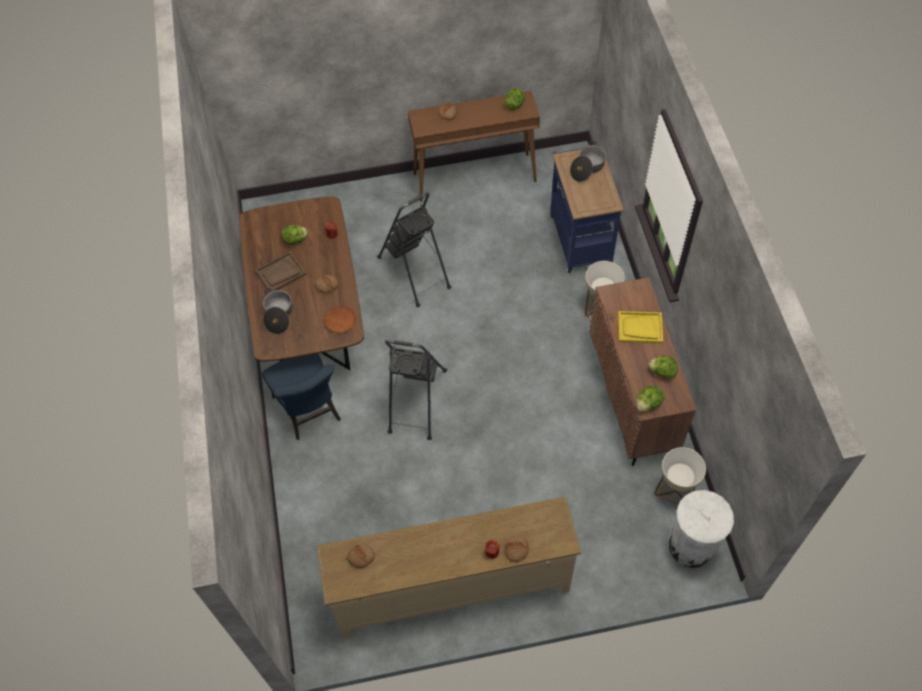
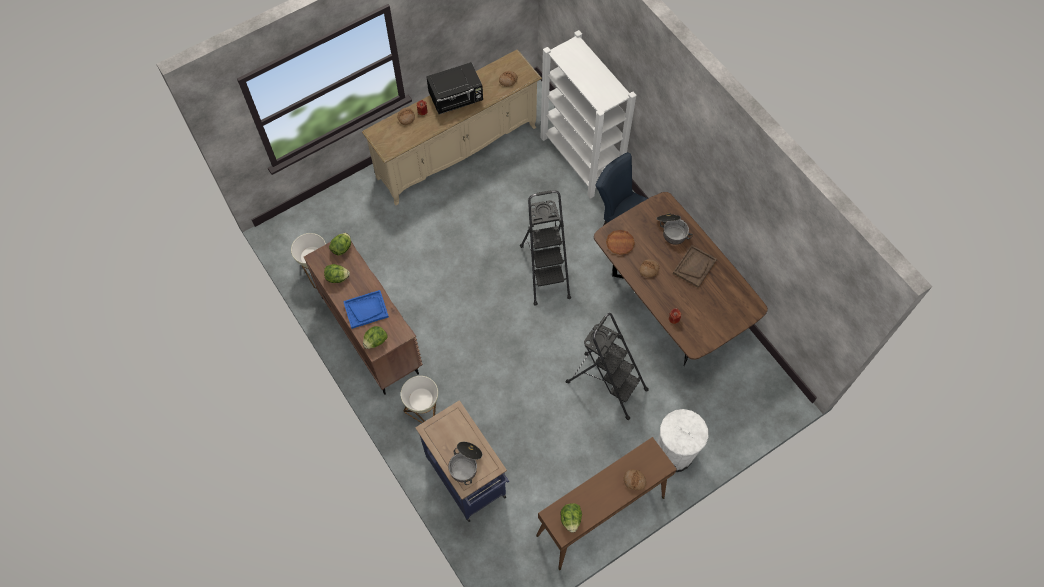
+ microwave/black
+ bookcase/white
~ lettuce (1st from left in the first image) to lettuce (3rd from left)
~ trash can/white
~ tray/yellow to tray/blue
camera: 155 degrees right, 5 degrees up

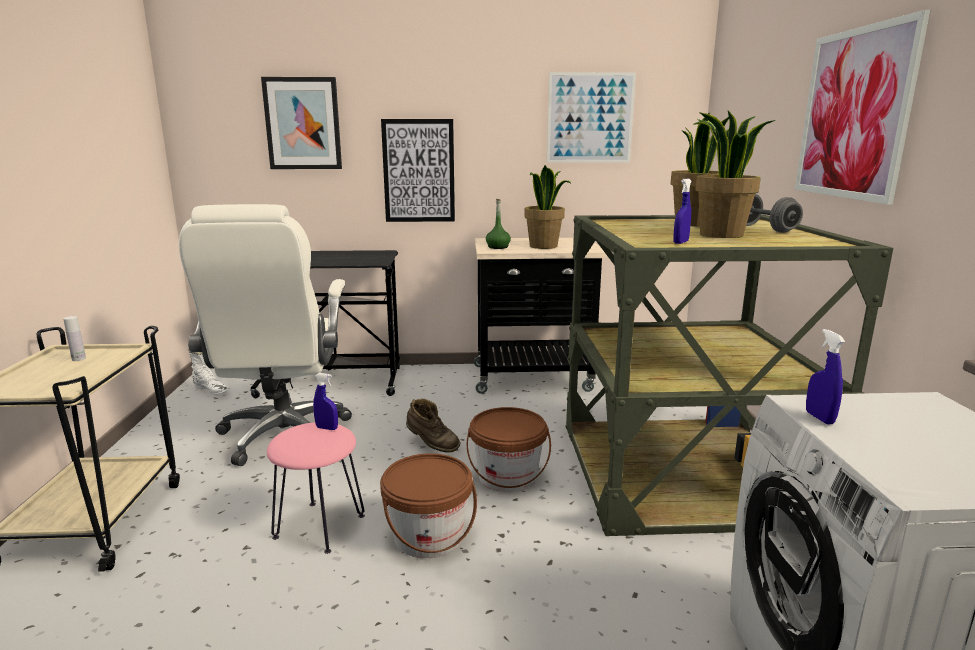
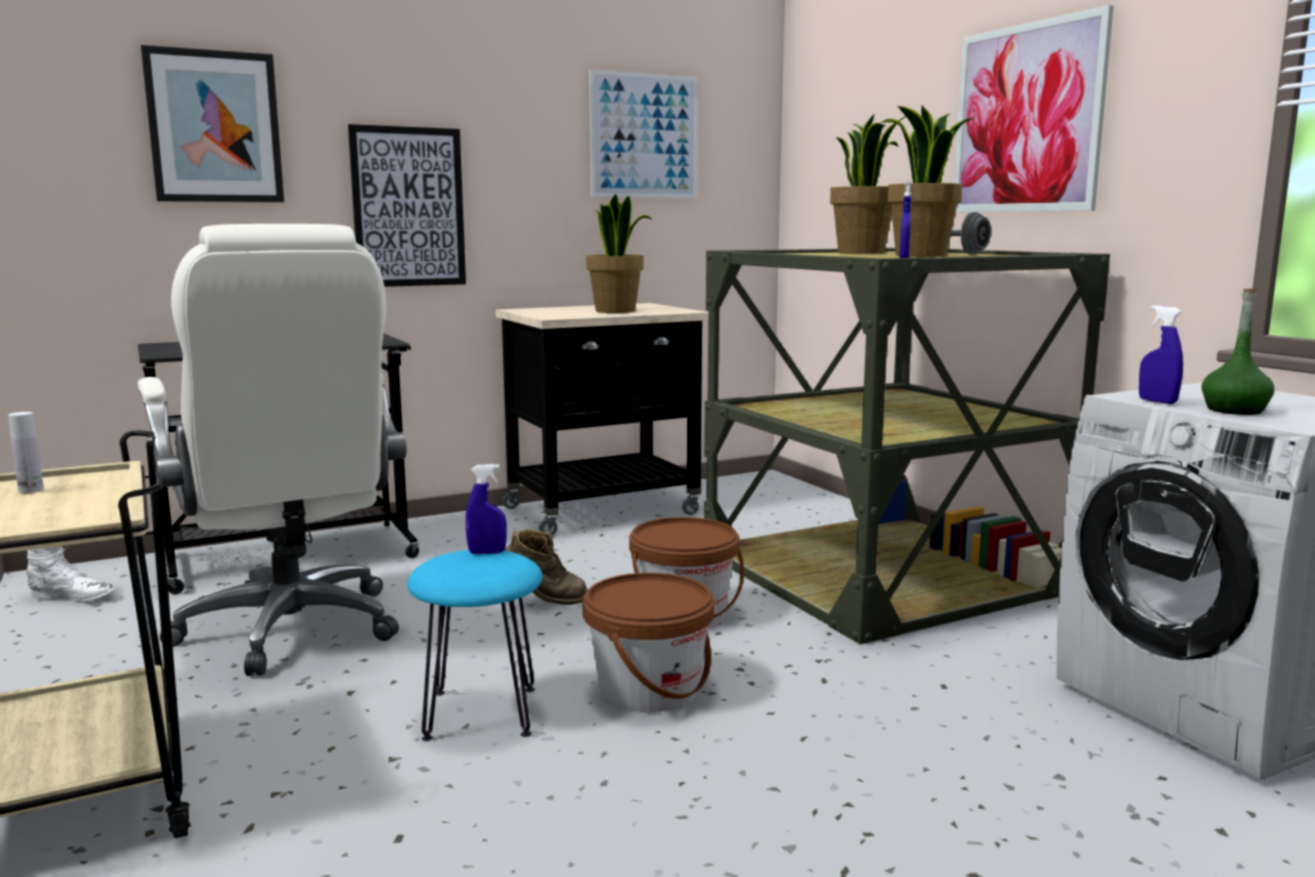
~ bottle/green
~ stool/pink to stool/turquoise
camera: 25 degrees left, 5 degrees down

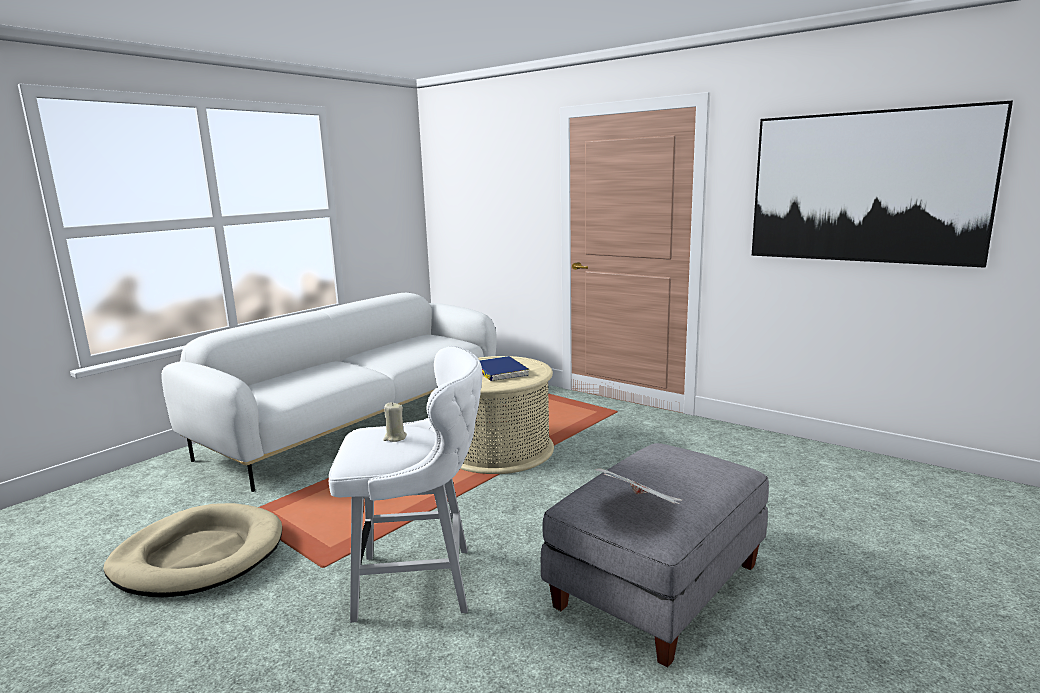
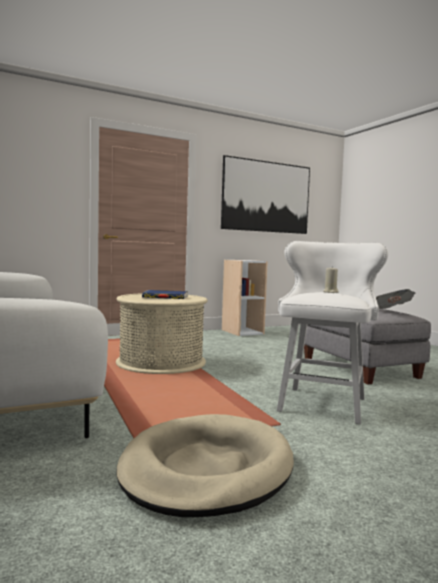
+ bookcase
camera: 65 degrees left, 10 degrees down

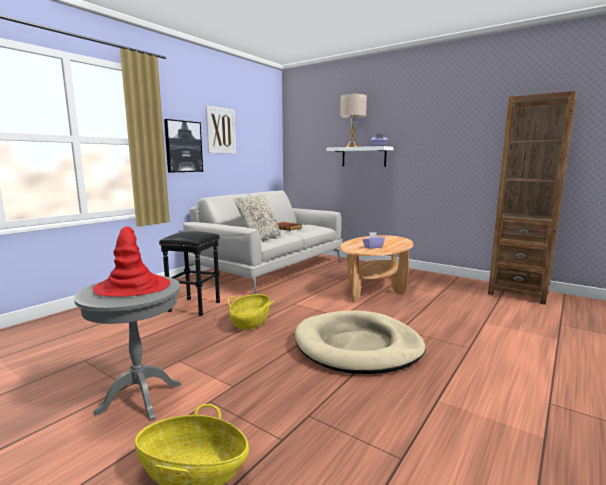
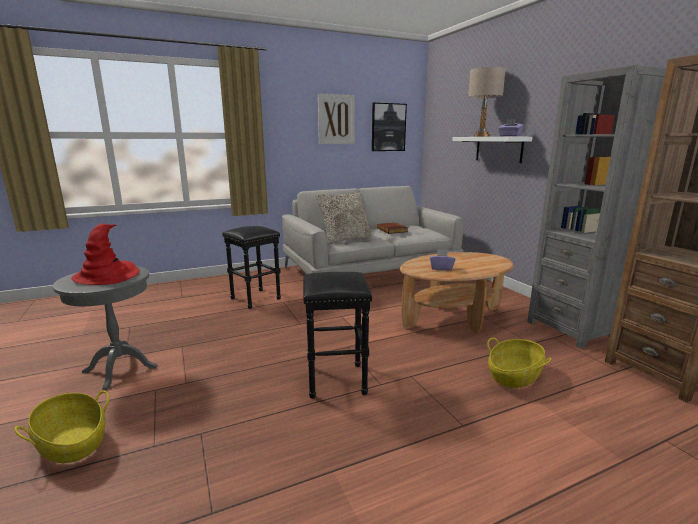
+ bookcase/grey
~ picture (1st from left in the first image) to picture (2nd from left)
~ basket (2nd from left)
~ dog bed/beige to stool/black (2nd from left)
camera: 30 degrees right, 5 degrees up

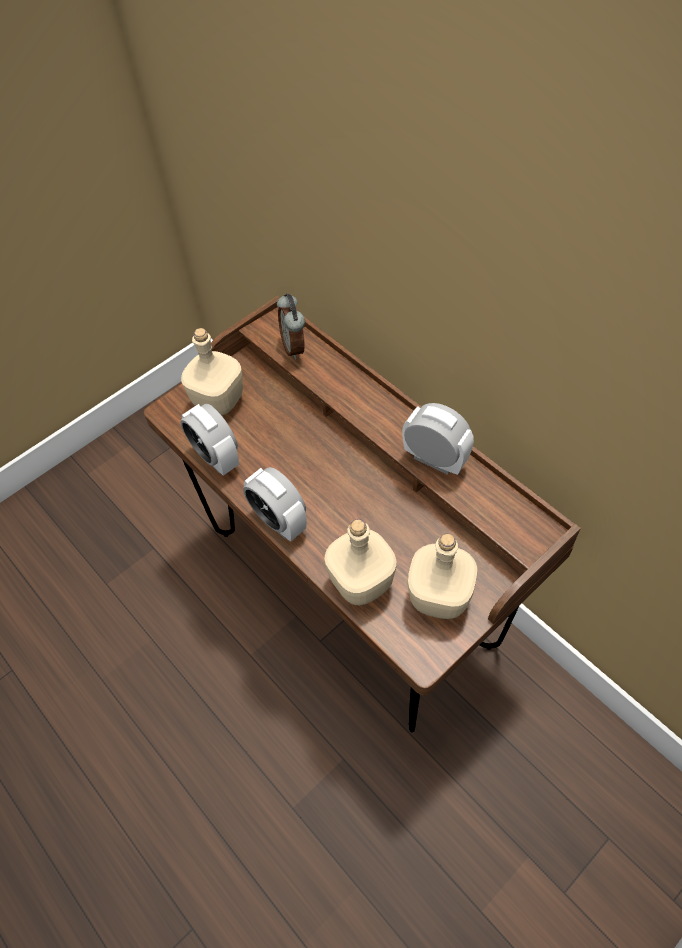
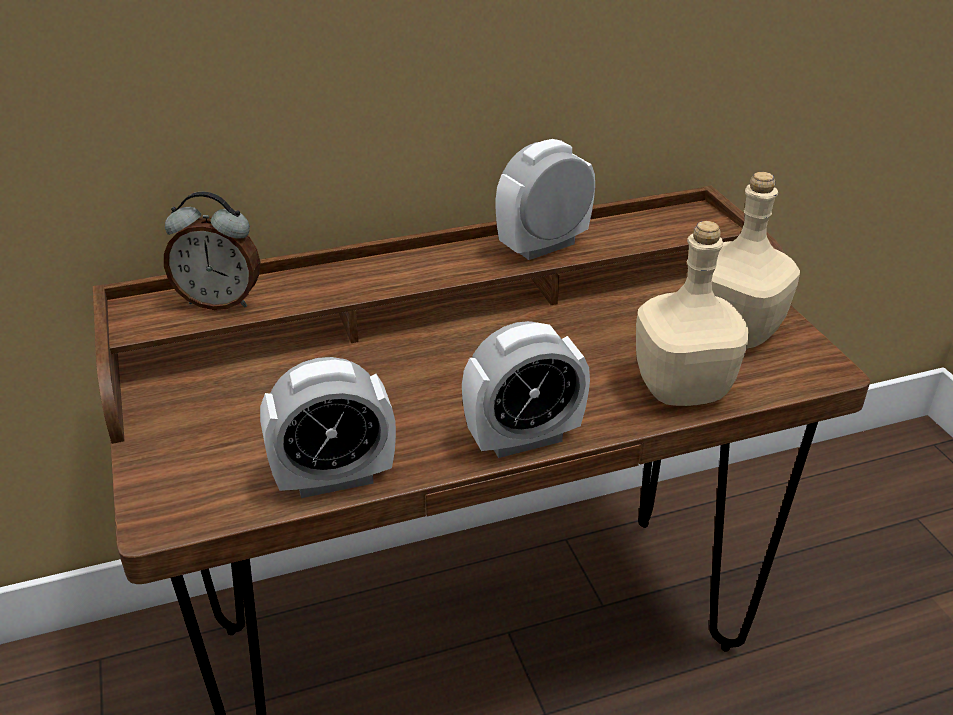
- bottle/beige (1st from left)
camera: 70 degrees left, 20 degrees down

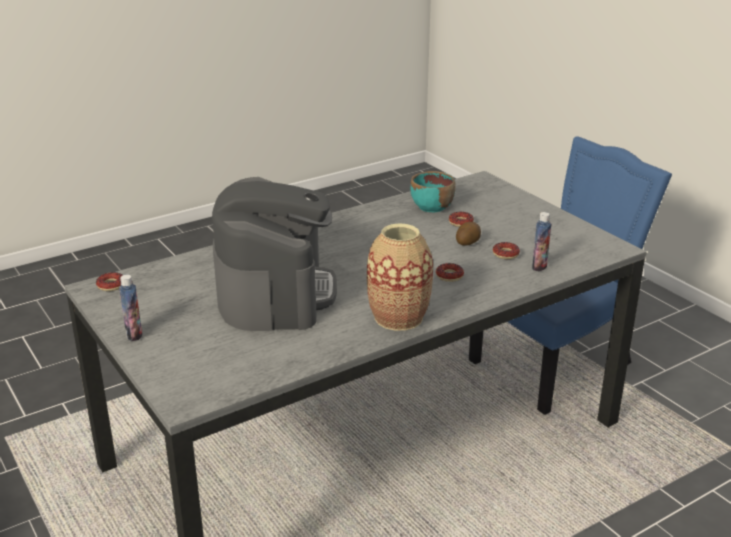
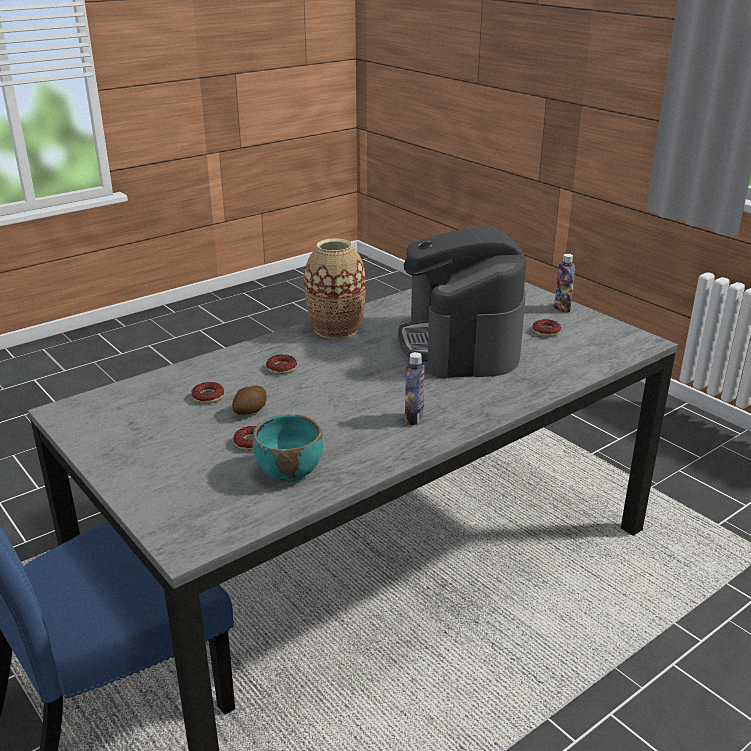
~ donut (1st from left in the first image) to donut (4th from left)
~ bottle (2nd from left in the first image) to bottle (1st from left)
camera: 175 degrees right, 0 degrees up

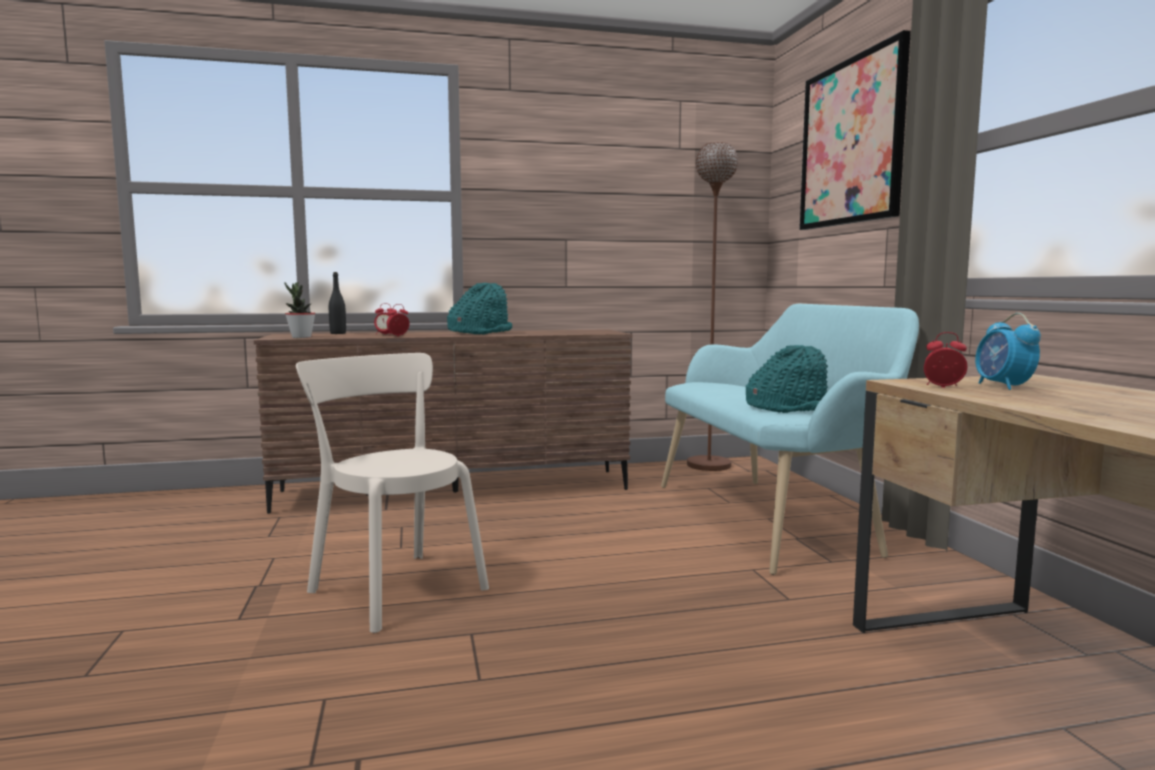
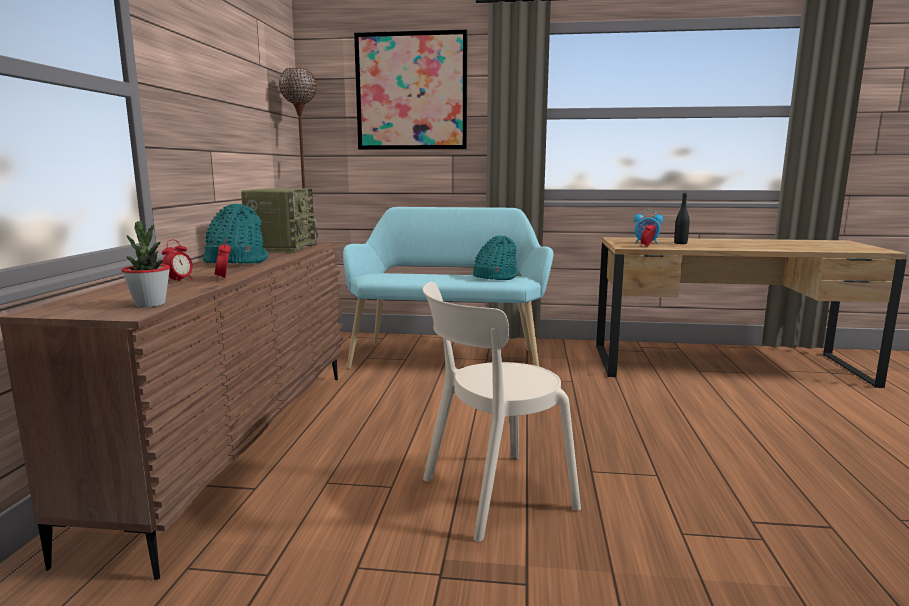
+ radio
~ bottle/black
camera: 70 degrees left, 5 degrees up

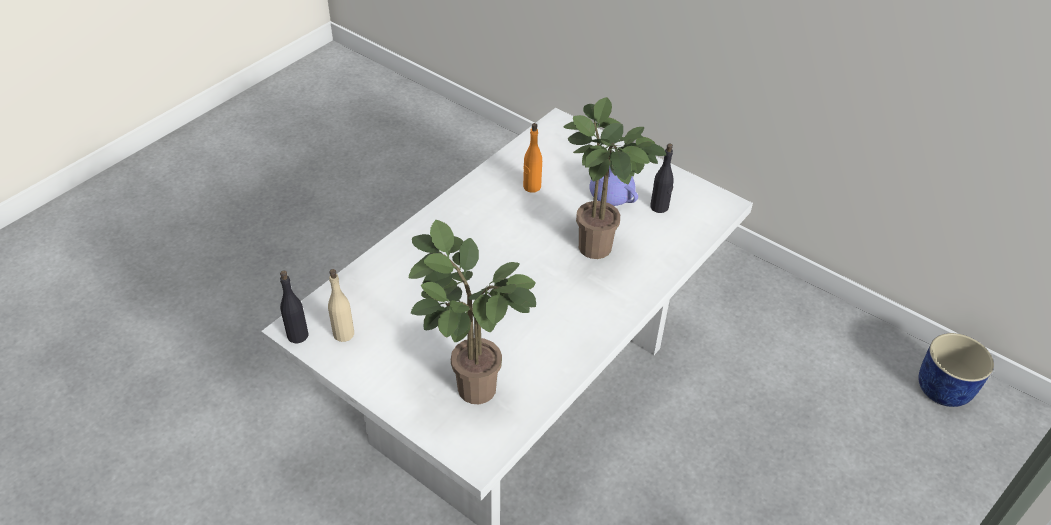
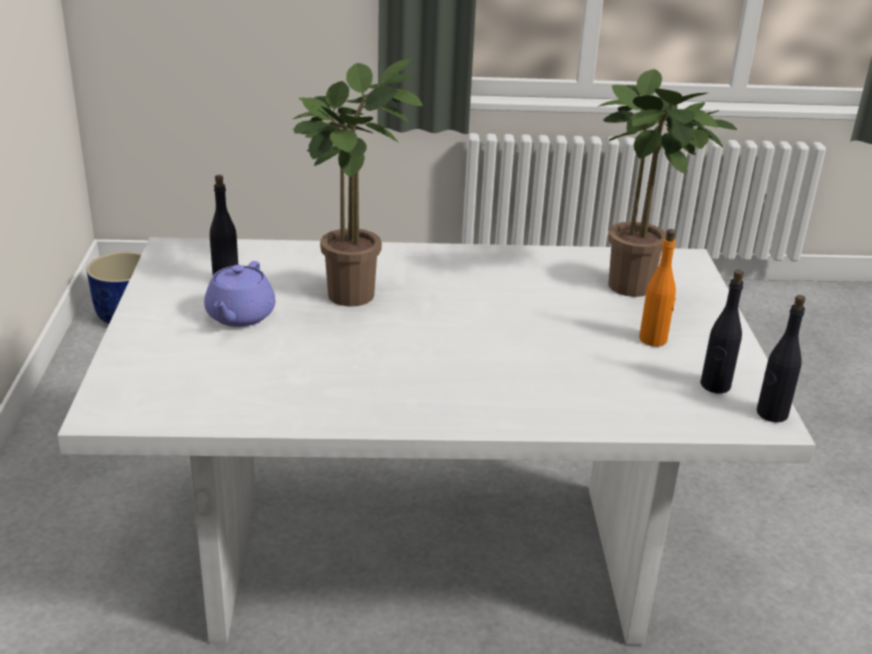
~ bottle/orange
~ bottle/beige to bottle/black (2nd from left)
camera: 130 degrees left, 15 degrees down

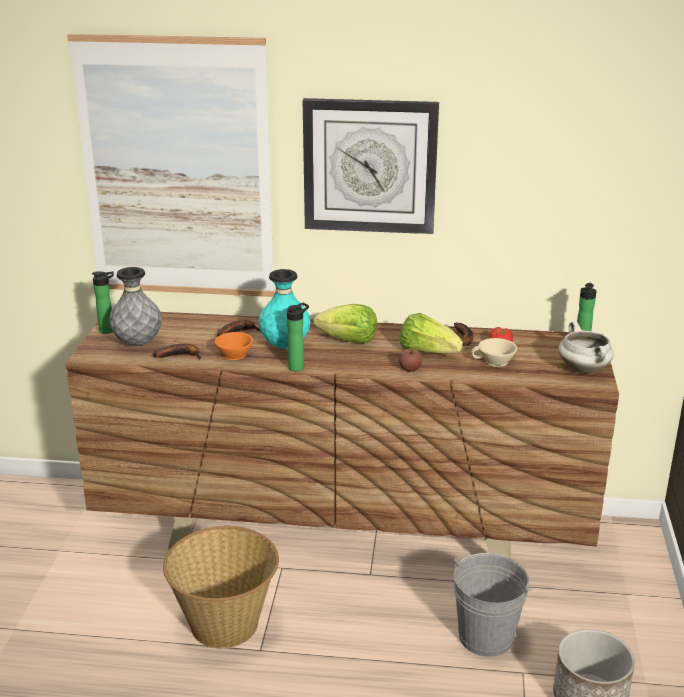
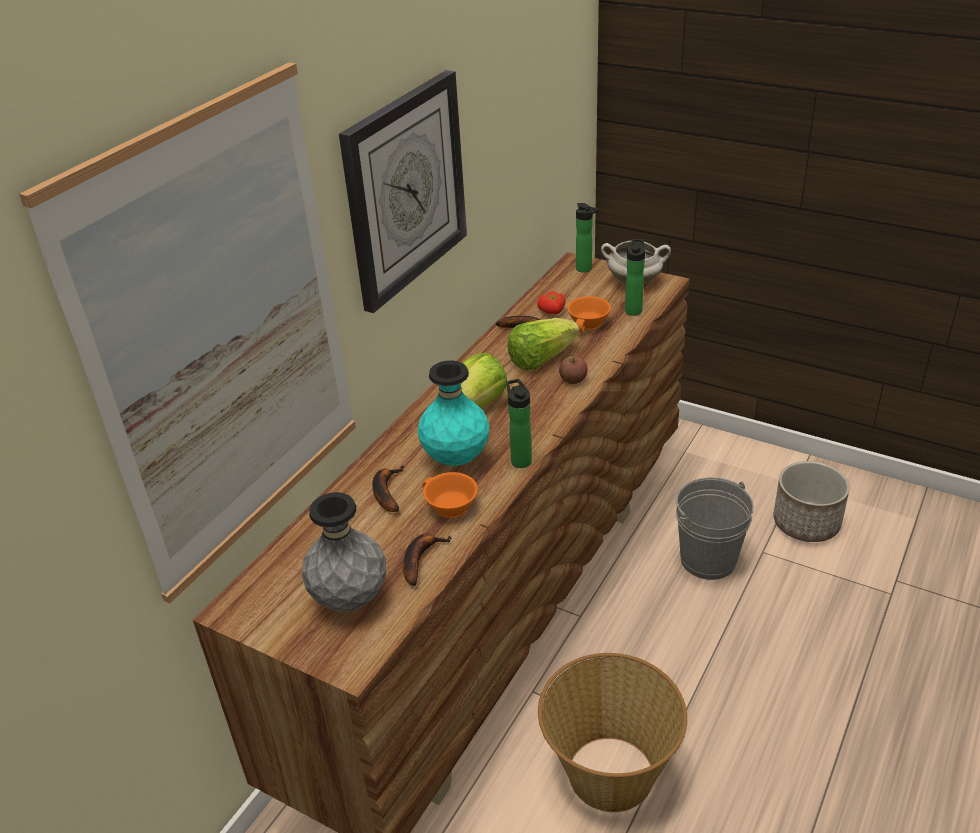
~ bottle (1st from left in the first image) to bottle (3rd from left)
~ cup/beige to cup/orange (2nd from left)
camera: 65 degrees left, 10 degrees up

